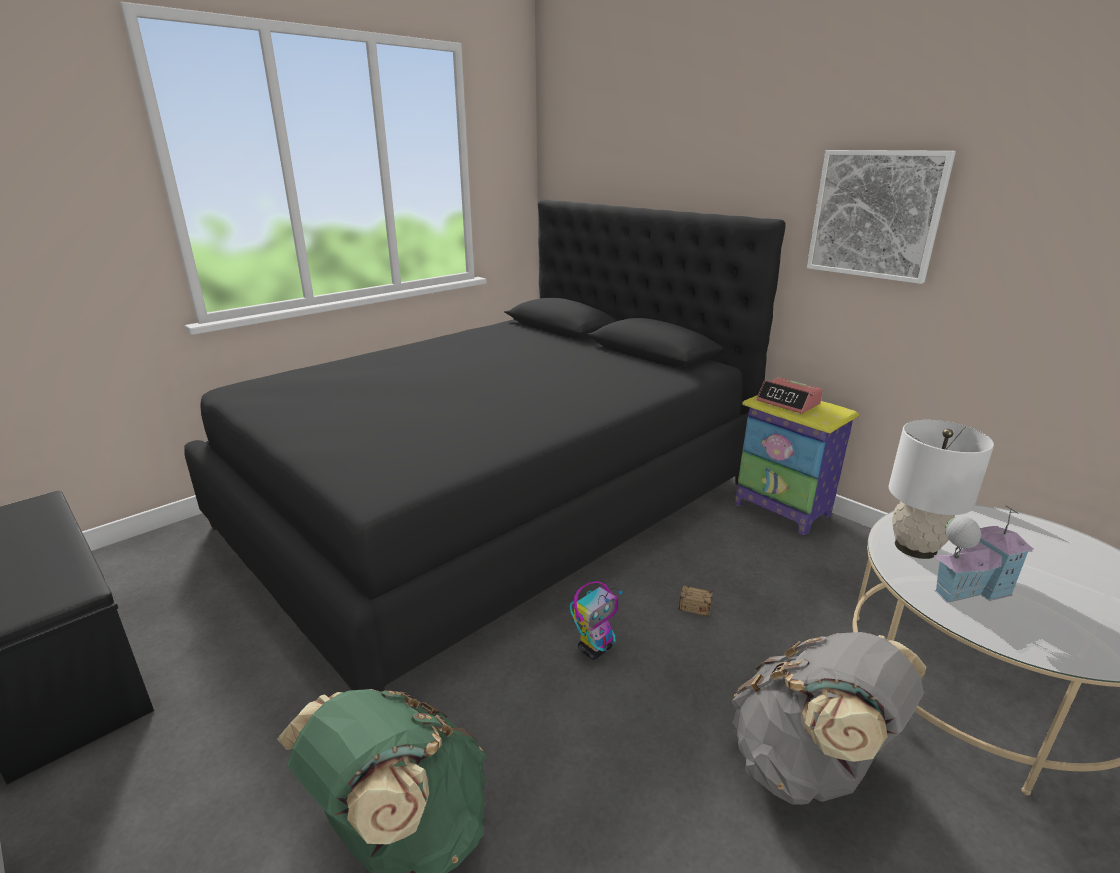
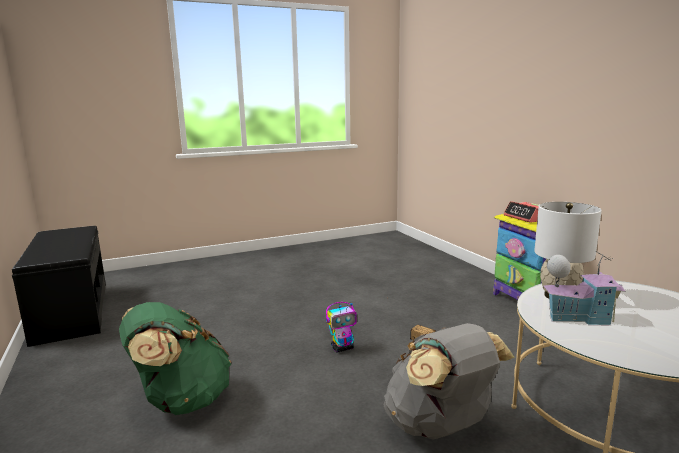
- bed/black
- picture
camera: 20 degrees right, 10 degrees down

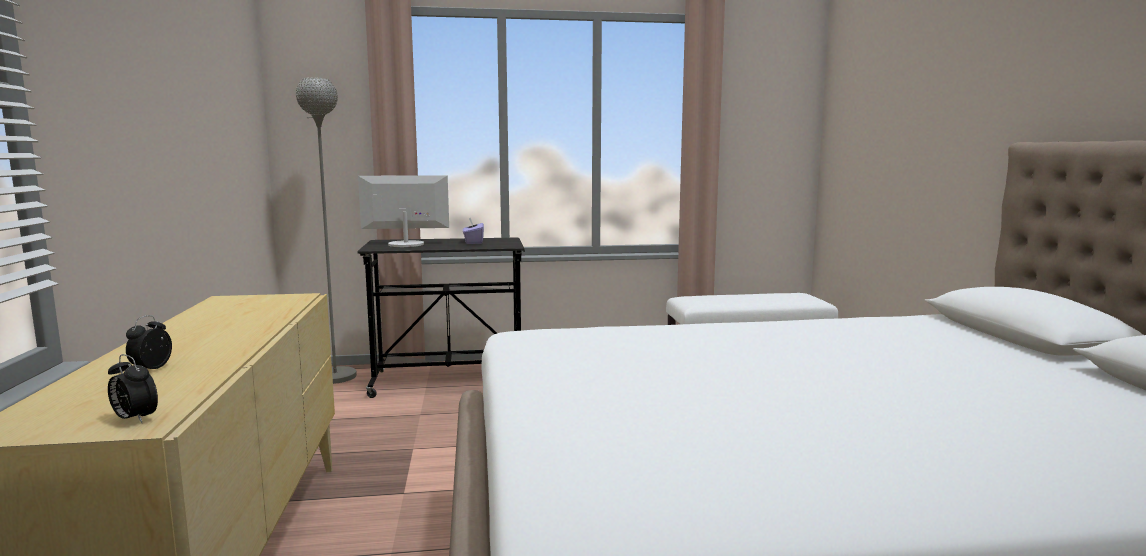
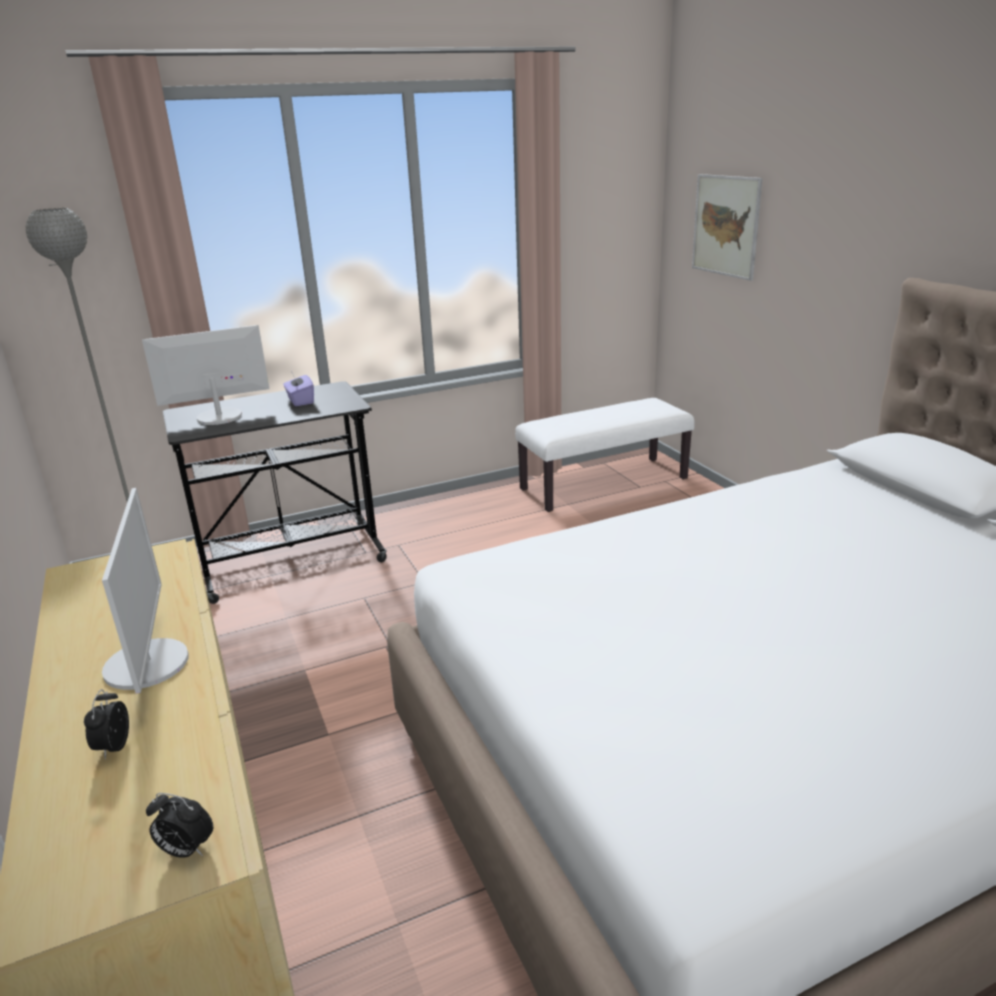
+ monitor (1st from left)
+ picture
camera: 15 degrees left, 15 degrees up

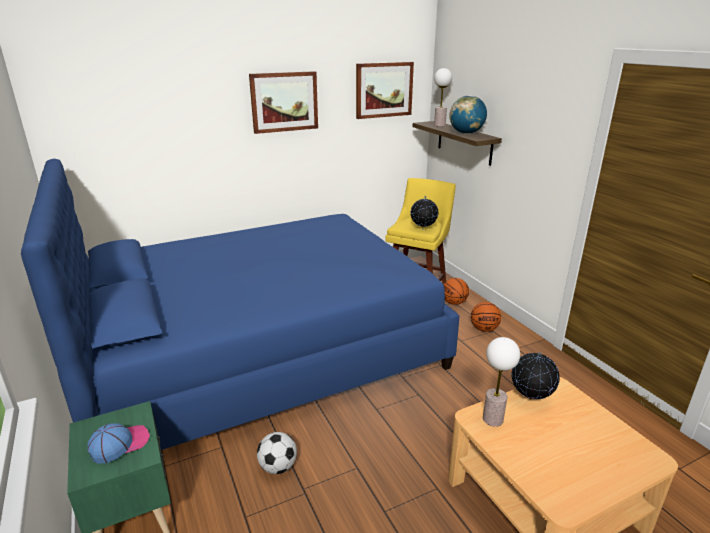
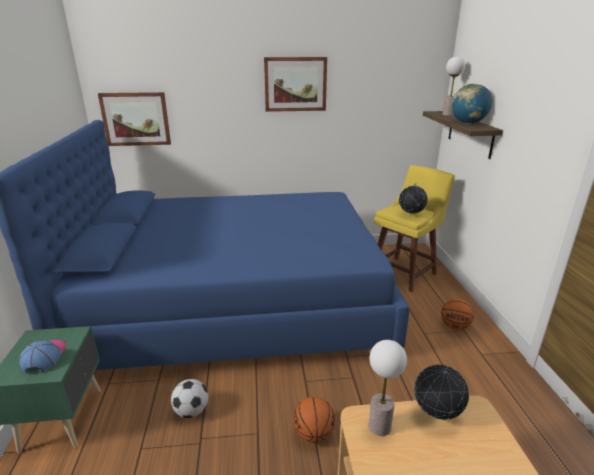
~ picture (2nd from left in the first image) to picture (1st from left)
~ basketball (1st from left)
~ cap 75 degrees counterclockwise
camera: 20 degrees right, 0 degrees up

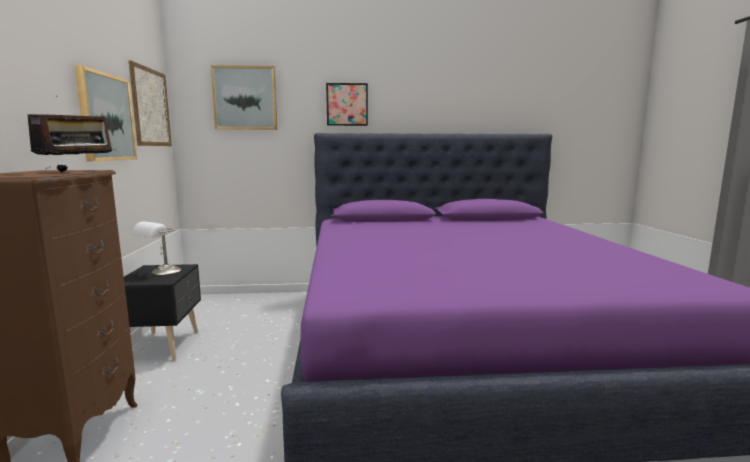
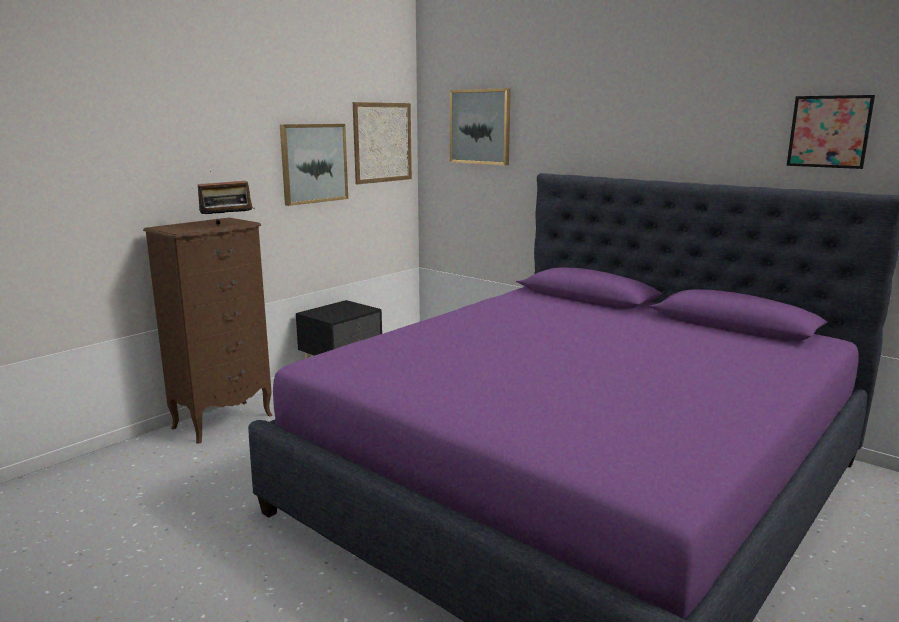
- table lamp/white
~ picture (4th from left)
camera: 45 degrees right, 5 degrees up

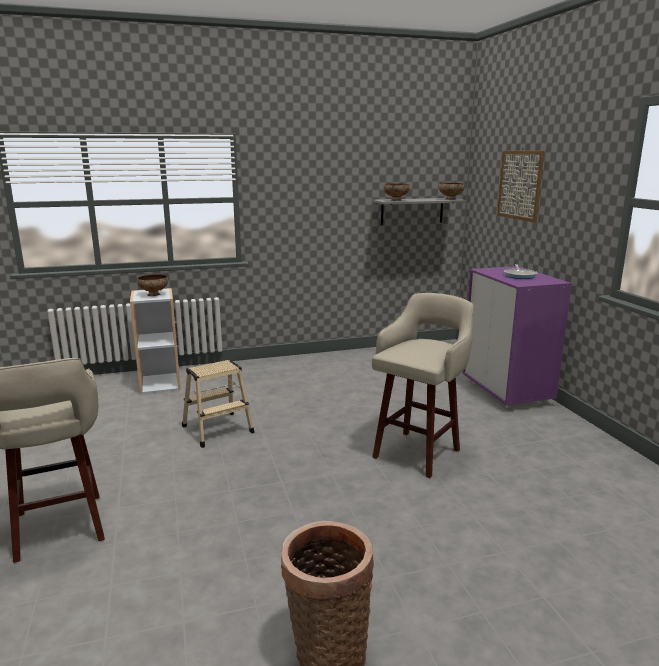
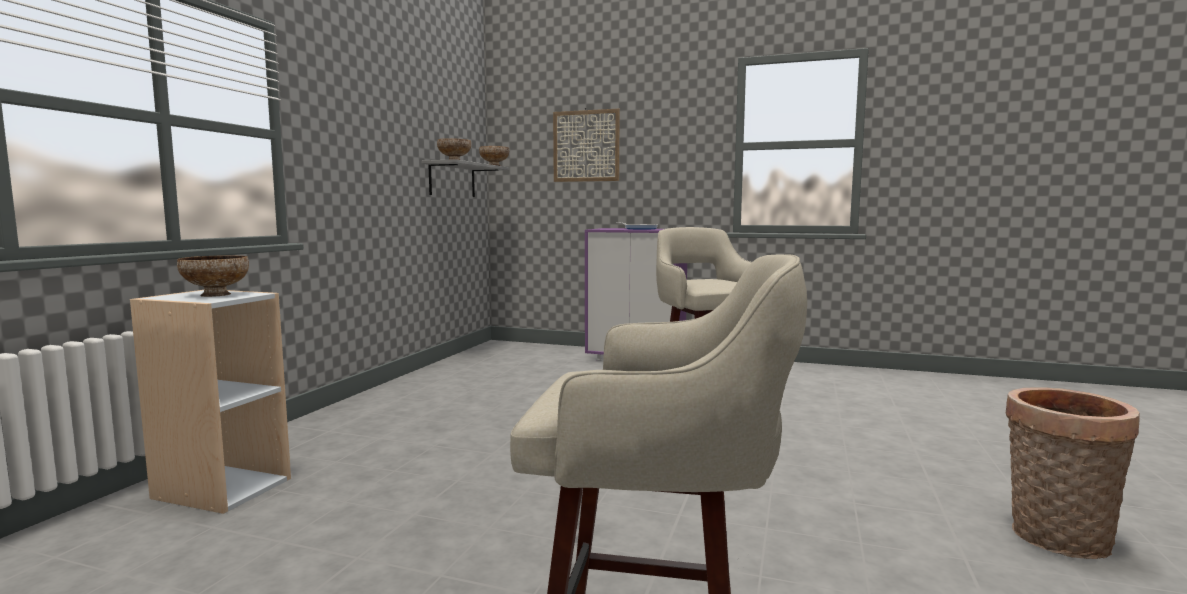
- step ladder/beige
camera: 55 degrees left, 10 degrees down

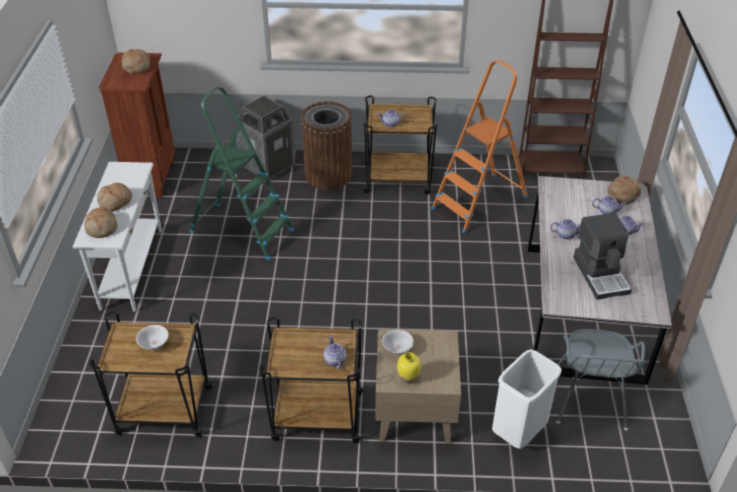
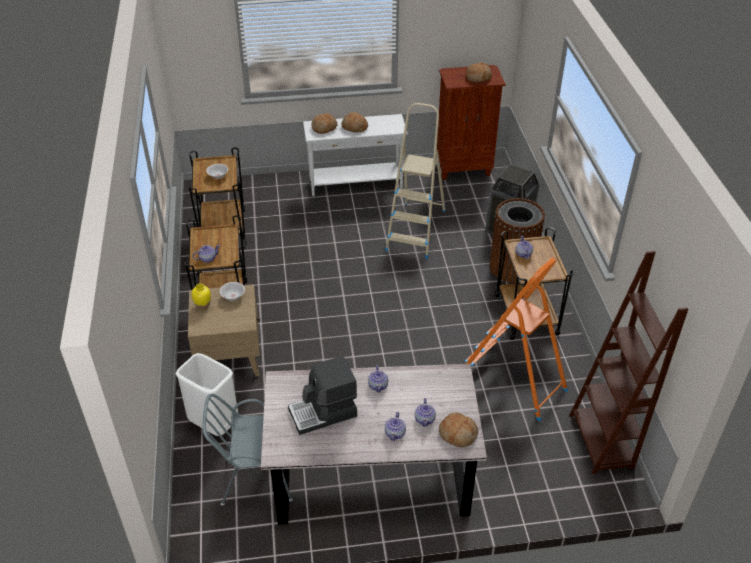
~ step ladder/green to step ladder/beige
camera: 80 degrees right, 0 degrees up

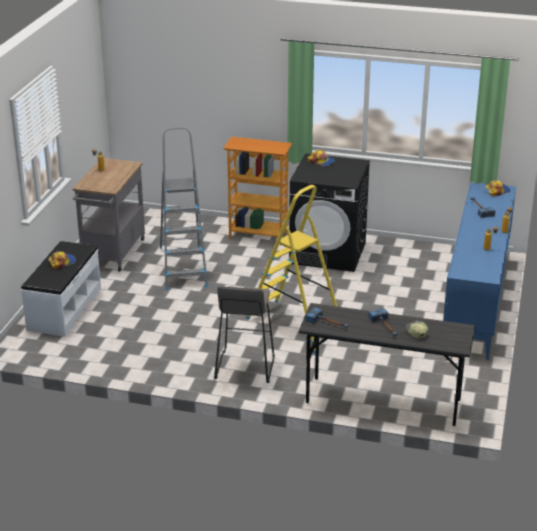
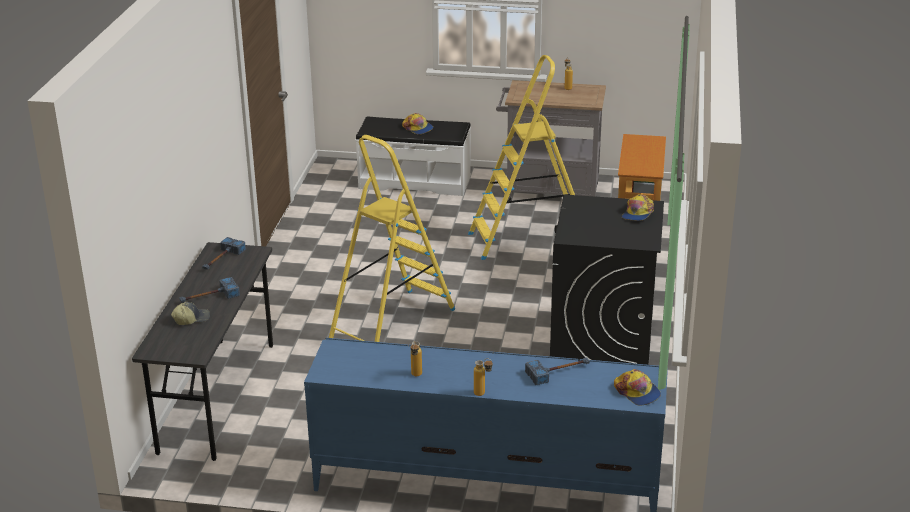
- stool/grey
~ step ladder/grey to step ladder/yellow (2nd from left)
camera: 85 degrees right, 0 degrees up

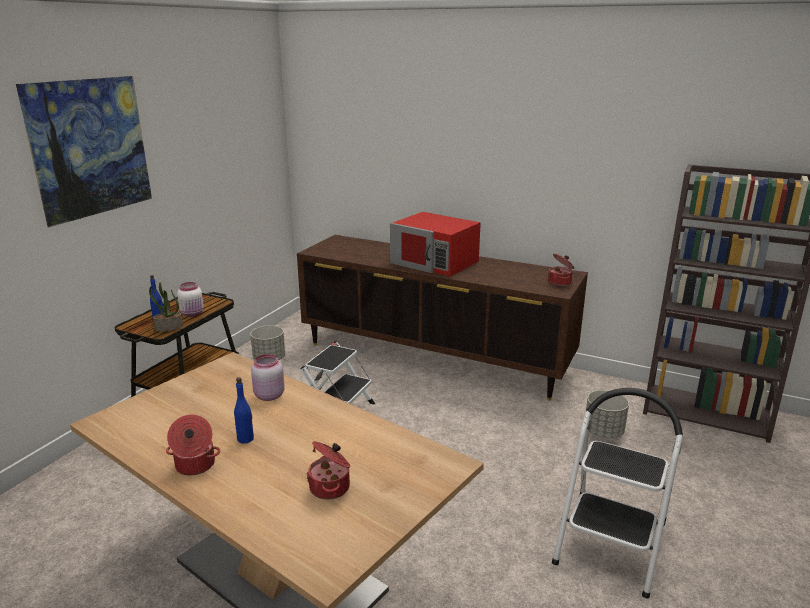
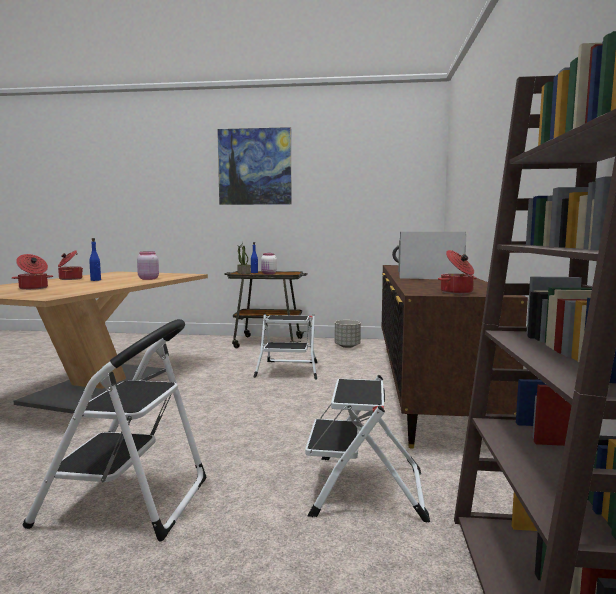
~ planter/grey (2nd from left) to step ladder (3rd from left)
~ microwave/red to microwave/white
camera: 70 degrees right, 15 degrees down

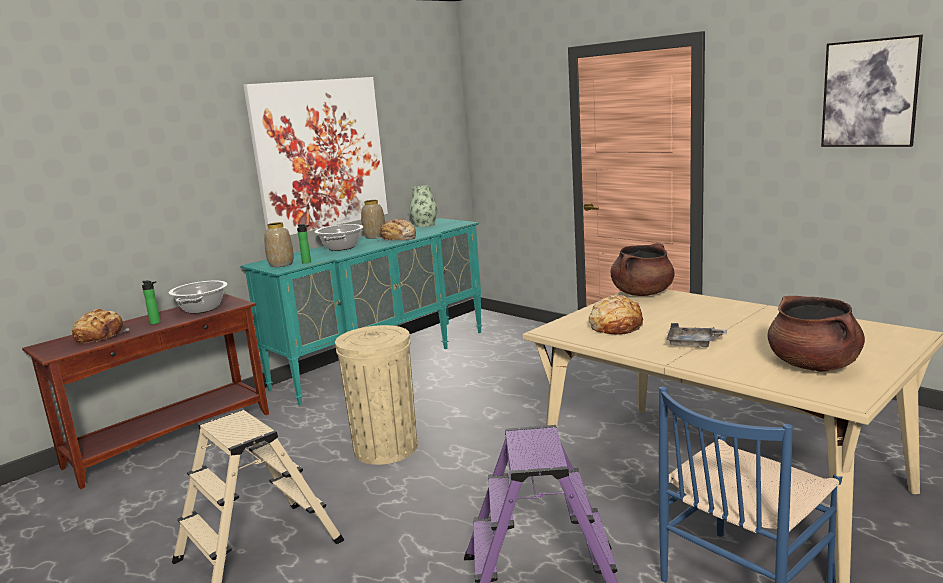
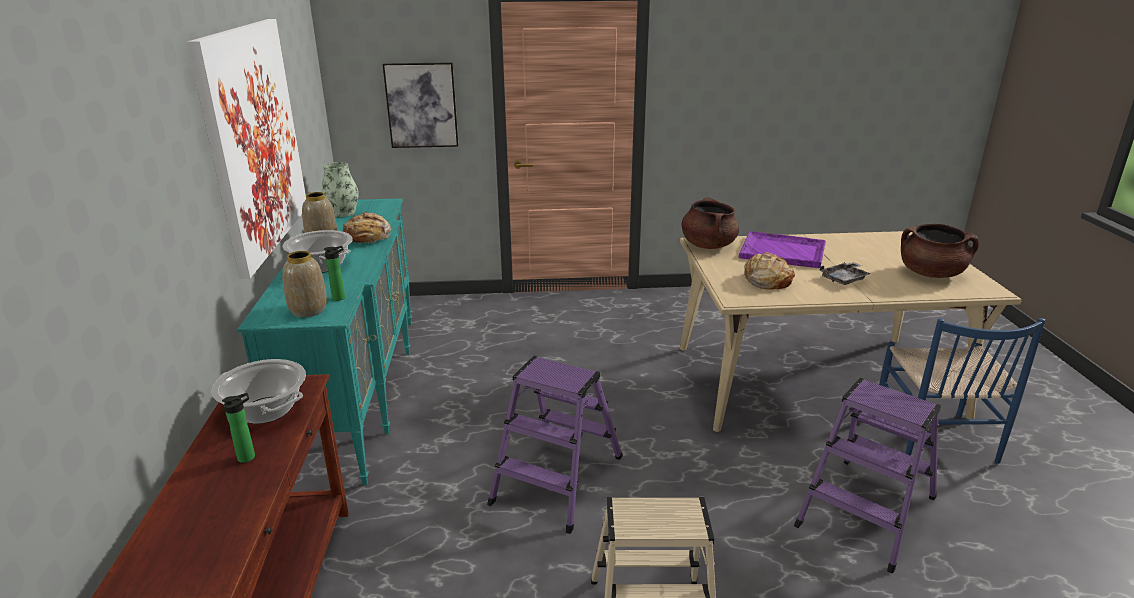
- bread (1st from left)
+ tray/purple
~ picture (2nd from left)
~ trash can/beige to step ladder/purple (1st from left)
camera: 50 degrees left, 10 degrees up

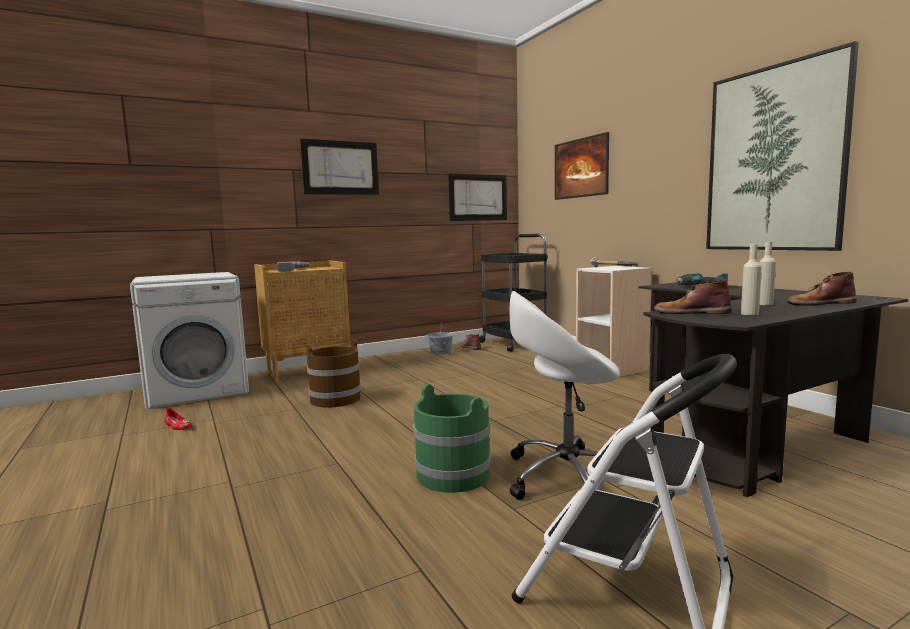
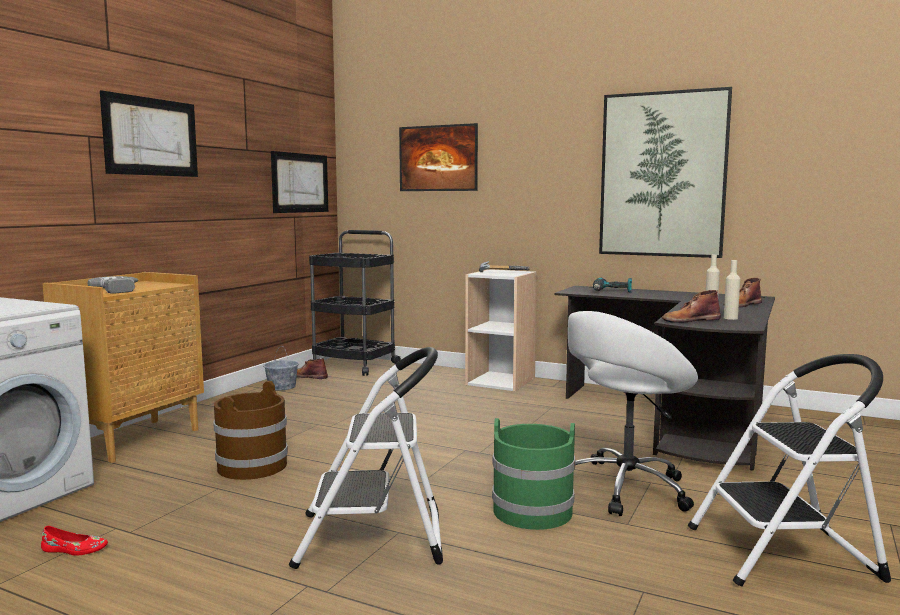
+ step ladder (1st from left)
camera: 35 degrees left, 0 degrees up

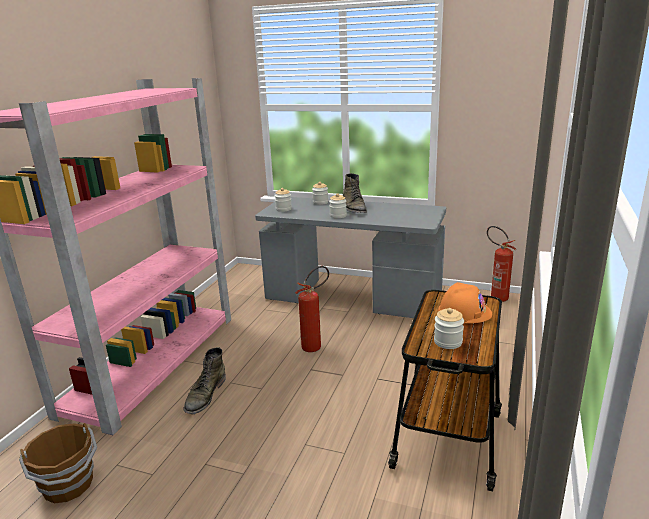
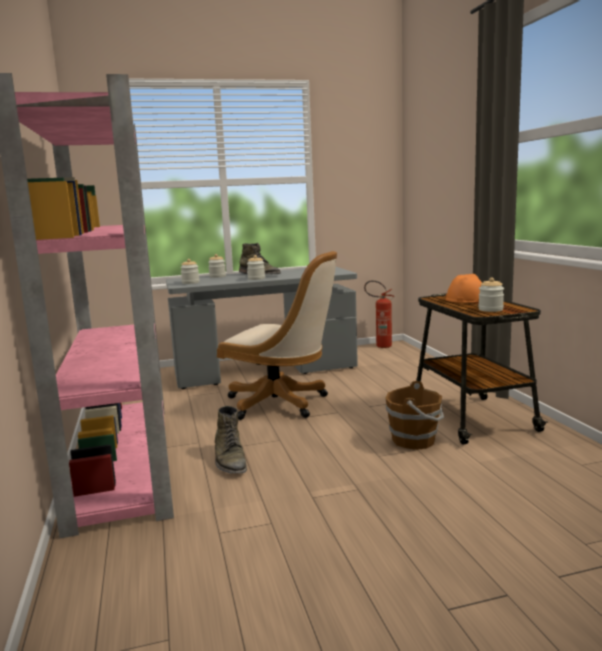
~ bucket/brown
~ fire extinguisher (1st from left) to office chair
camera: 35 degrees left, 10 degrees down

